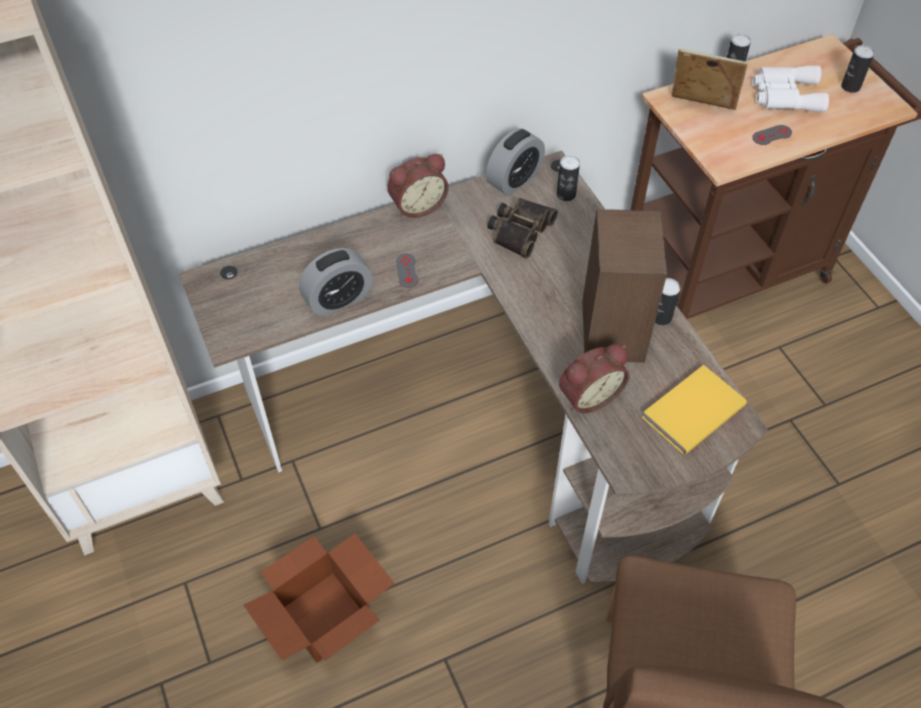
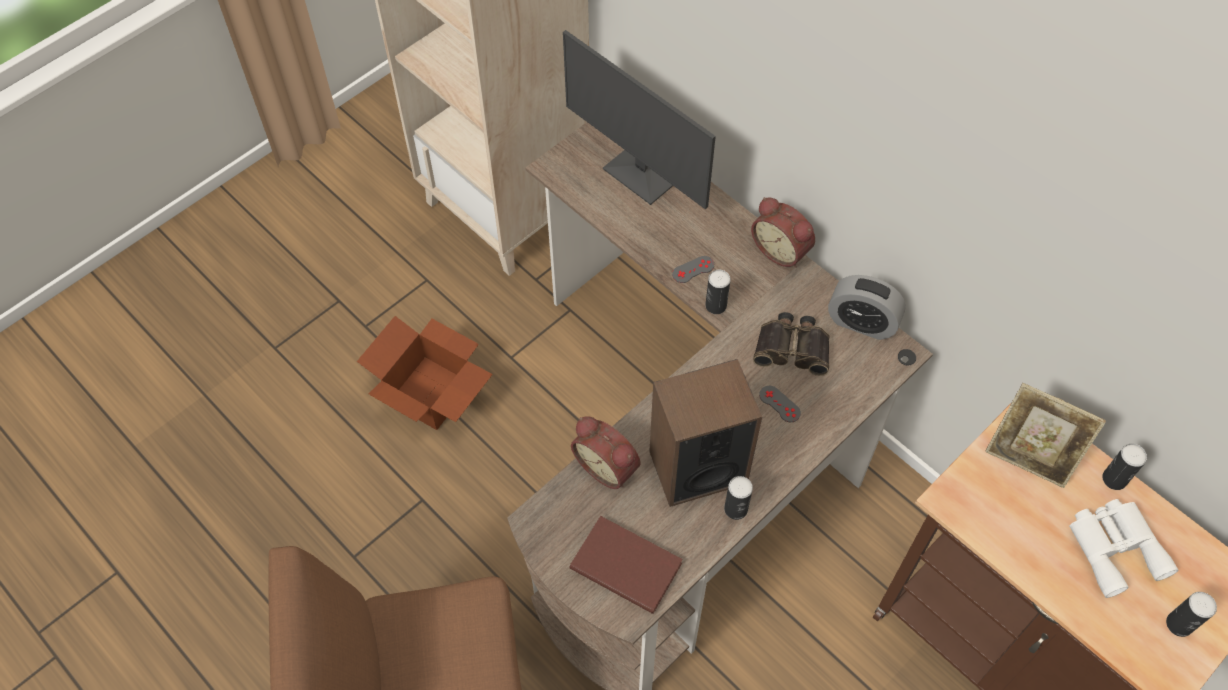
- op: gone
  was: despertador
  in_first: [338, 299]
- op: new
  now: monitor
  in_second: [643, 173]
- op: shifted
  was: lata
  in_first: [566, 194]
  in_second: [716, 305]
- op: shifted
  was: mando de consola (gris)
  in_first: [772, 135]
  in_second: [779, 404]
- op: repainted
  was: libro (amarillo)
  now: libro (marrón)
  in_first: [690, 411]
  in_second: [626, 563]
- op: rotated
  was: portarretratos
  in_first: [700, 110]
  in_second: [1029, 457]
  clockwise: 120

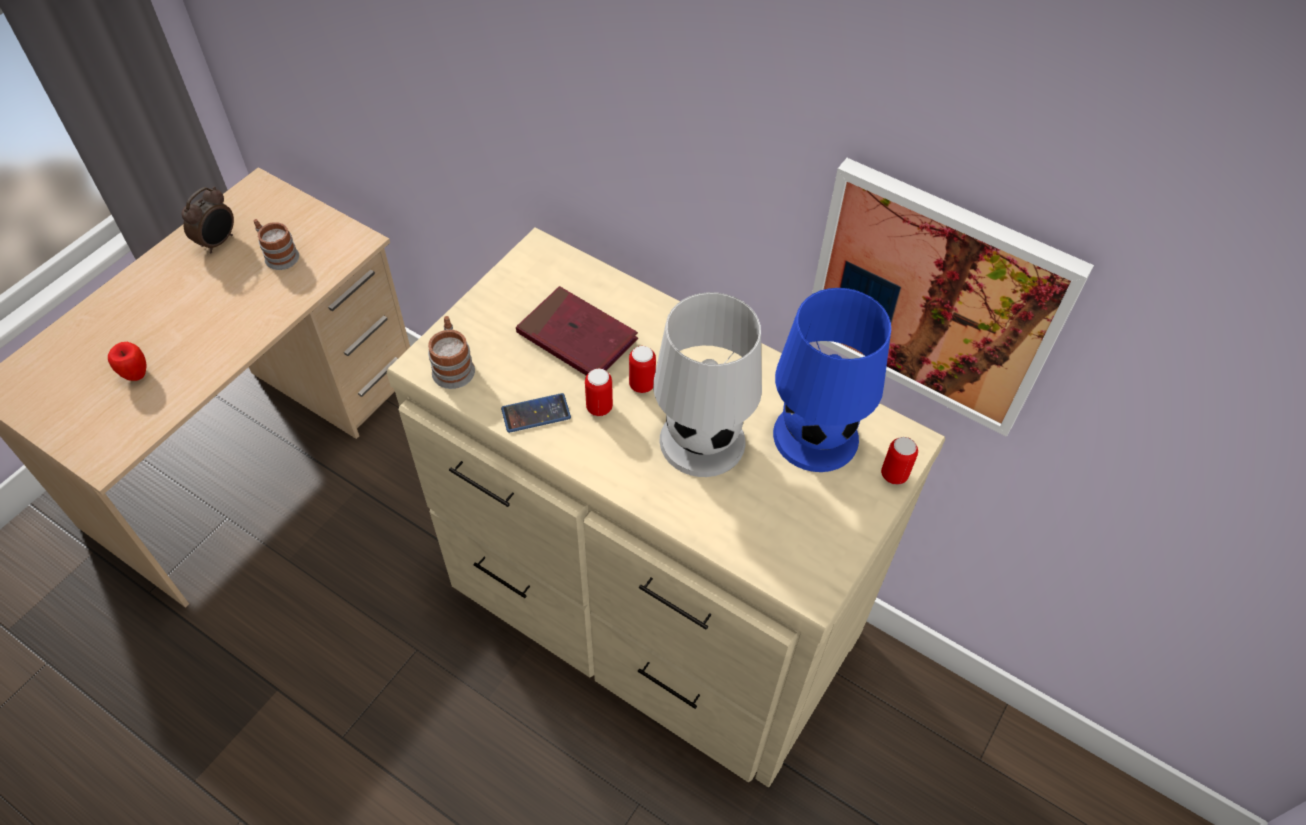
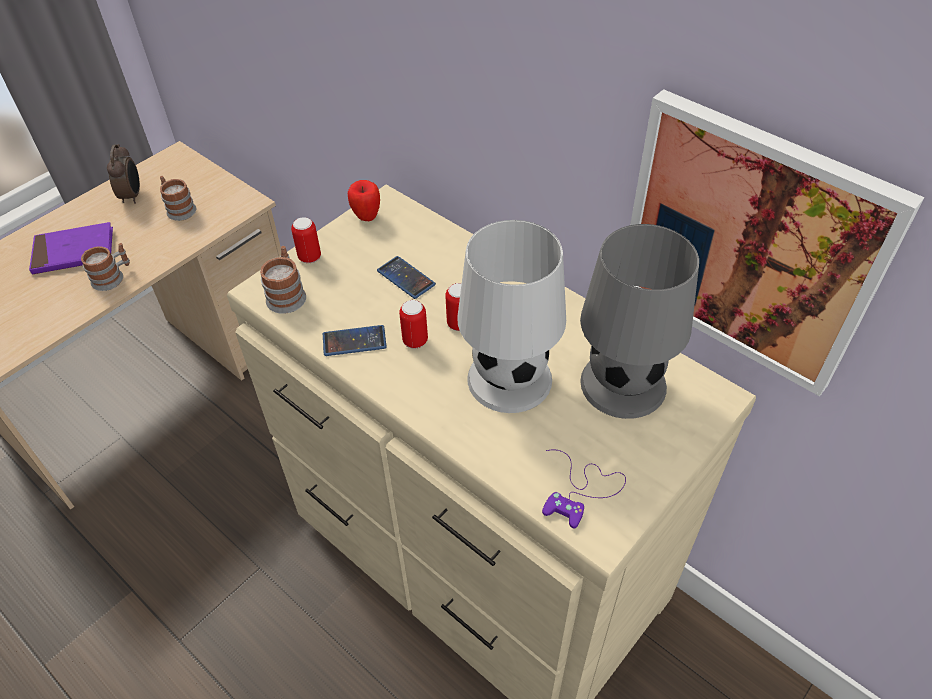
- op: new
  now: libro (morado)
  in_second: [74, 252]
- op: new
  now: taza grande
  in_second: [112, 277]
- op: new
  now: mando de consola (morado)
  in_second: [582, 490]
- op: shifted
  was: manzana
  in_first: [136, 374]
  in_second: [366, 216]
- op: shifted
  was: lata
  in_first: [894, 475]
  in_second: [309, 257]
- op: swapped
  was: libro (rojo)
  now: móvil
  in_first: [577, 337]
  in_second: [406, 278]
- op: repainted
  was: lámpara de mesa (azul)
  now: lámpara de mesa (gris)
  in_first: [815, 436]
  in_second: [622, 384]
- op: rotated
  was: despertador
  in_first: [218, 242]
  in_second: [132, 195]
  clockwise: -45

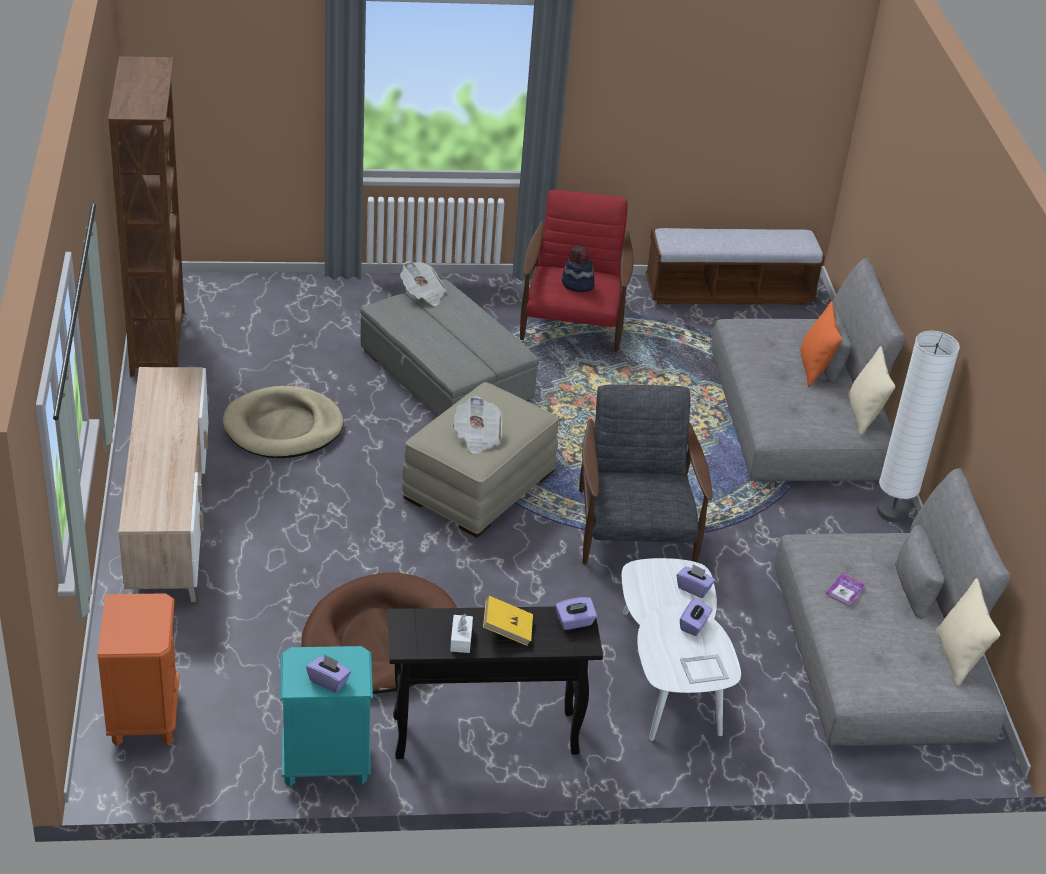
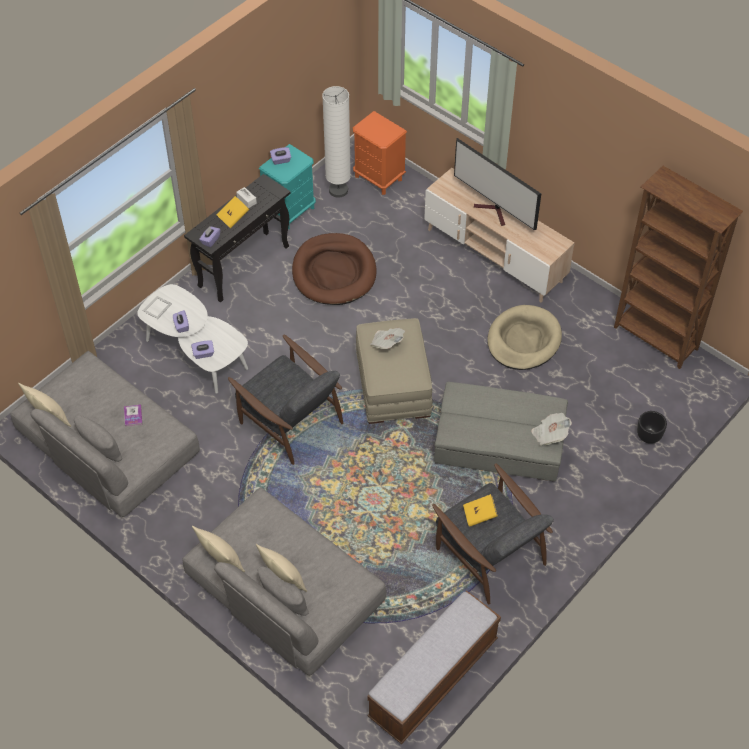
- op: new
  now: televisor
  in_second: [494, 212]
- op: new
  now: maceta (negro)
  in_second: [649, 436]
- op: shifted
  was: lámpara de pie (blanco)
  in_first: [892, 512]
  in_second: [338, 190]
- op: swapped
  was: sombrero
  now: libro (amarillo)
  in_first: [577, 284]
  in_second: [479, 515]
- op: repainted
  was: sillón (rojo)
  now: sillón (gris)
  in_first: [573, 322]
  in_second: [489, 553]
- op: repainted
  was: cojín (naranja)
  now: cojín (beis)
  in_first: [814, 368]
  in_second: [283, 579]

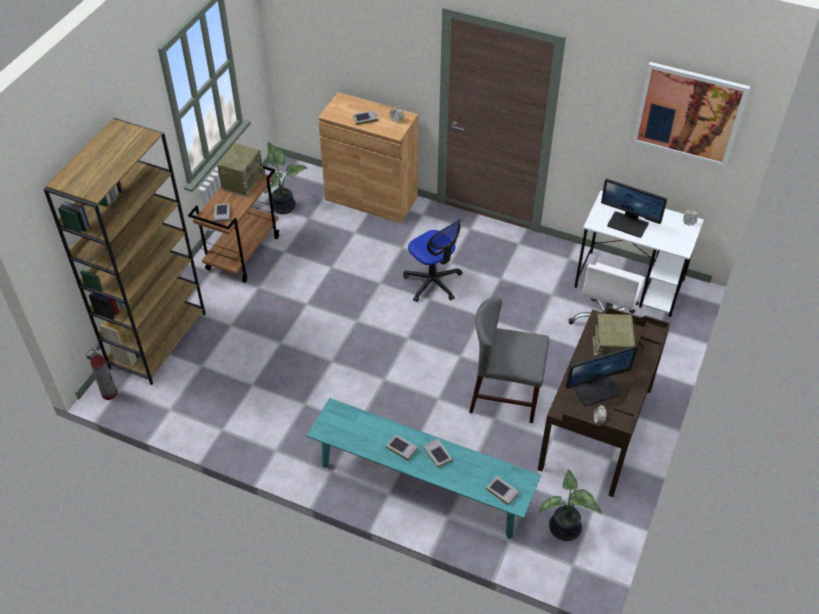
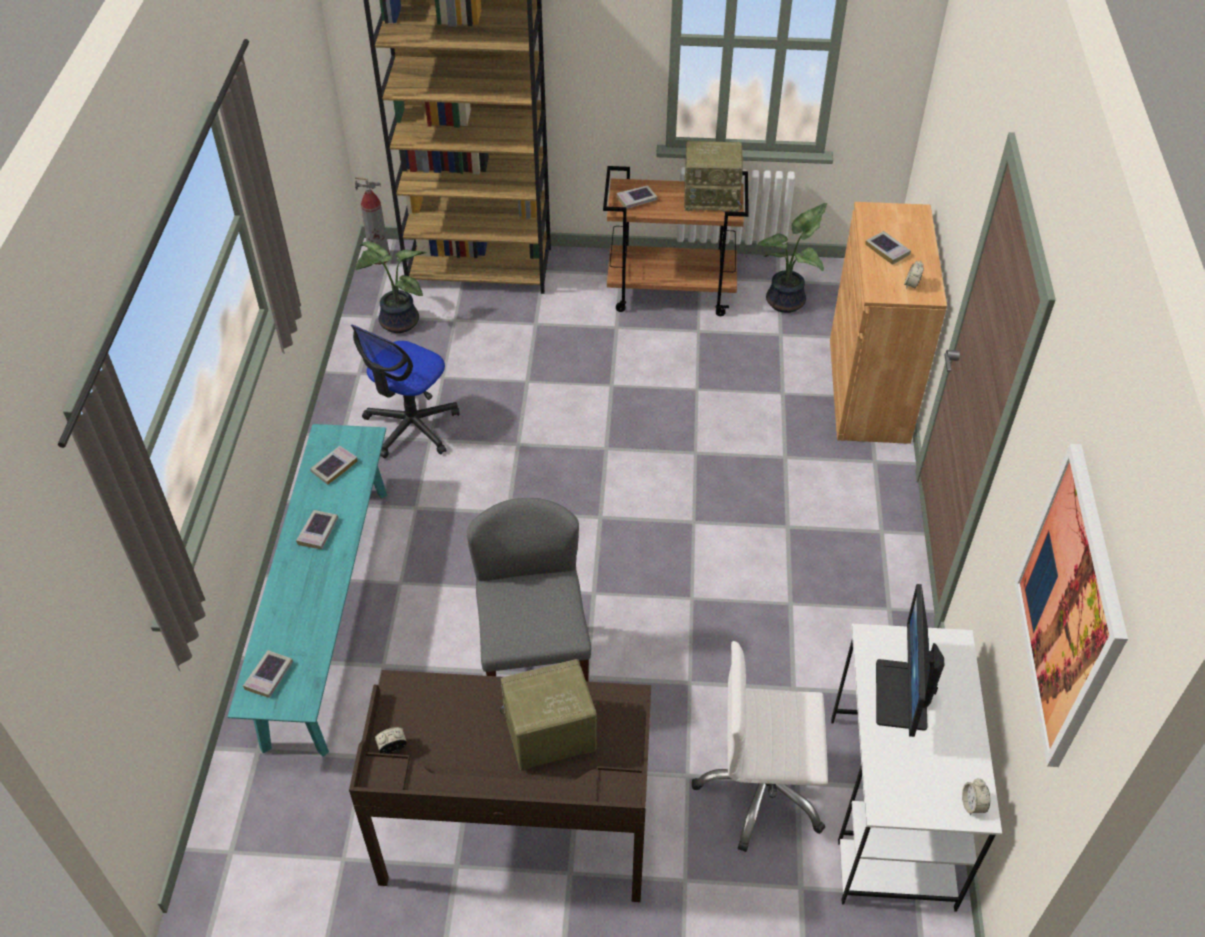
- op: gone
  was: monitor
  in_first: [596, 389]
- op: shifted
  was: silla de oficina
  in_first: [433, 282]
  in_second: [411, 427]
- op: shifted
  was: libro
  in_first: [437, 454]
  in_second: [334, 467]
- op: shifted
  was: planta en maceta
  in_first: [564, 530]
  in_second: [396, 322]

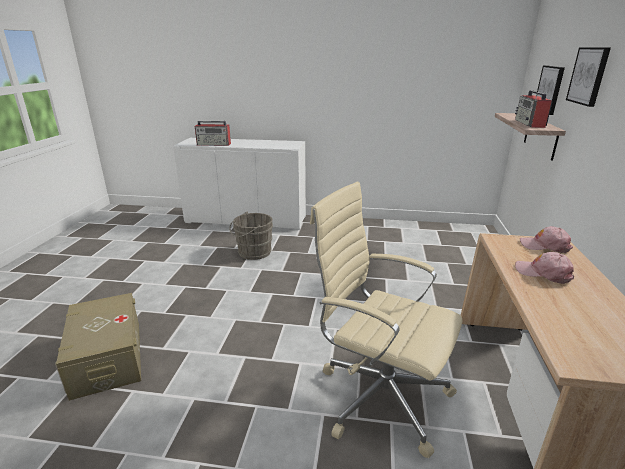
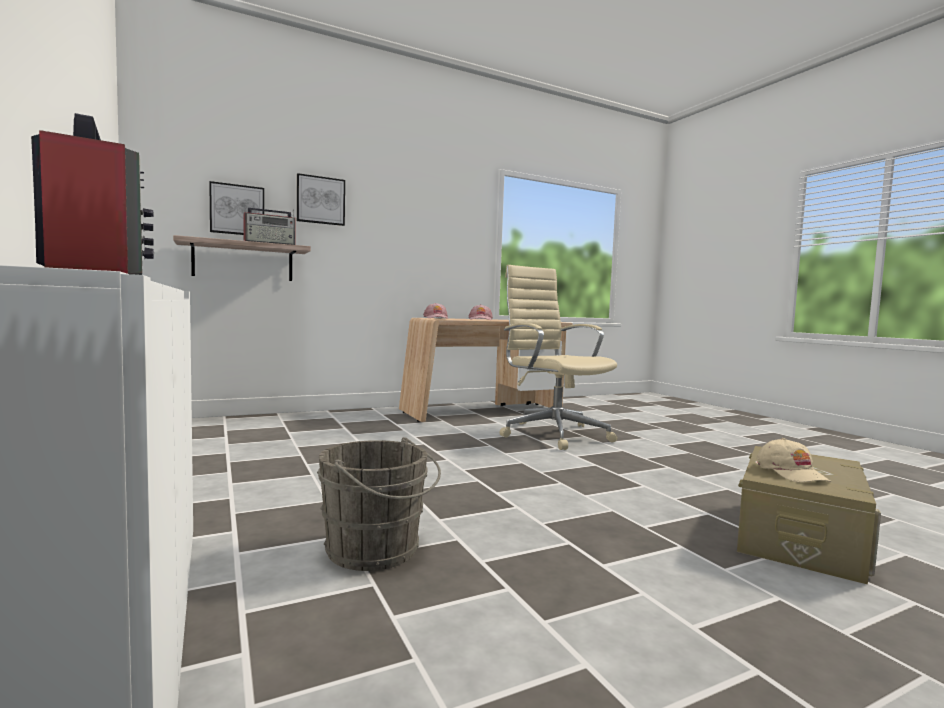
- op: new
  now: gorra (beis)
  in_second: [791, 472]
- op: rotated
  was: silla de oficina (beis)
  in_first: [380, 395]
  in_second: [553, 434]
  clockwise: 150

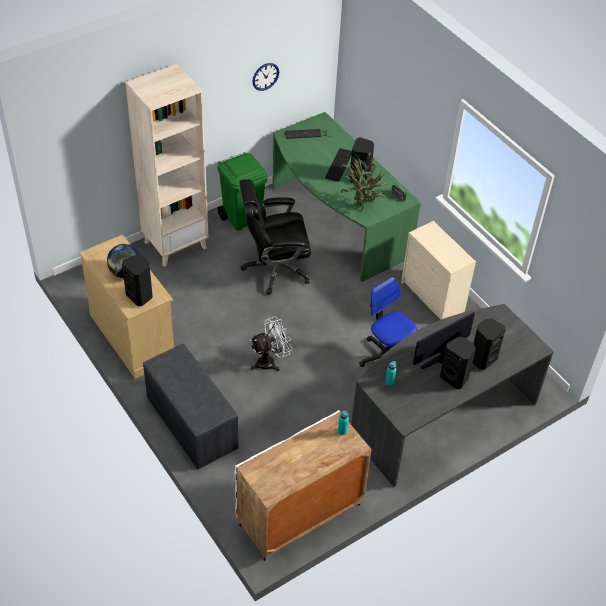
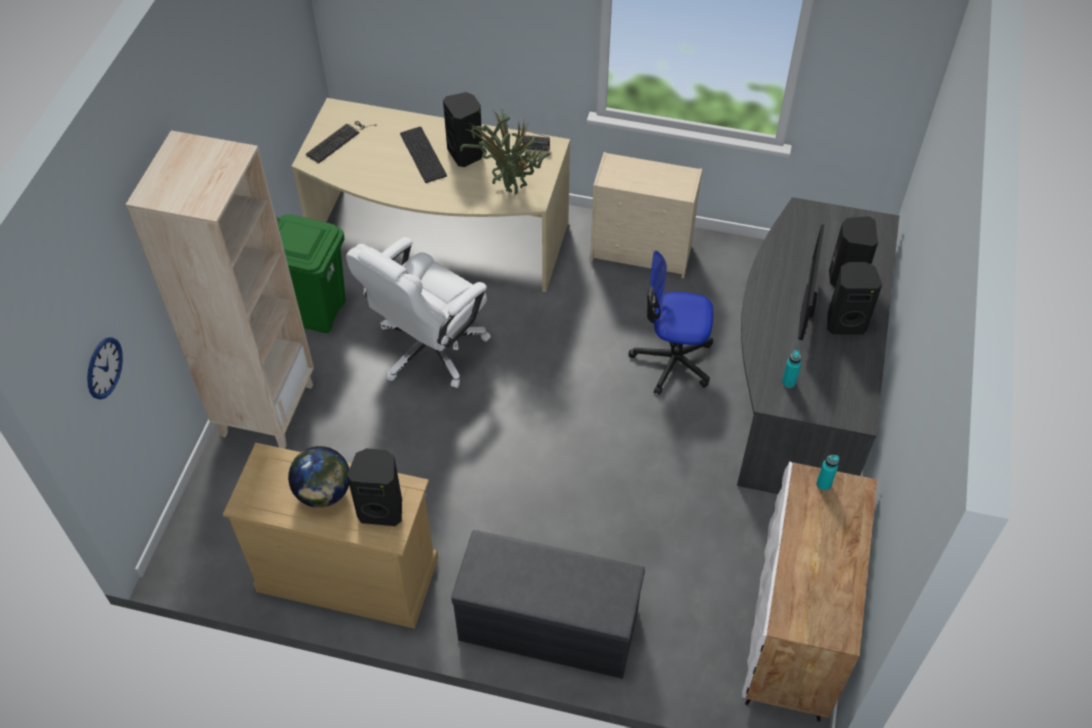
- op: gone
  was: ventilador (blanco)
  in_first: [270, 361]
- op: shifted
  was: reloj de pared
  in_first: [265, 76]
  in_second: [104, 368]
- op: repainted
  was: silla de oficina (negro)
  now: silla de oficina (blanco)
  in_first: [275, 268]
  in_second: [429, 348]
- op: repainted
  was: escritorio (verde)
  now: escritorio (beis)
  in_first: [336, 223]
  in_second: [438, 240]

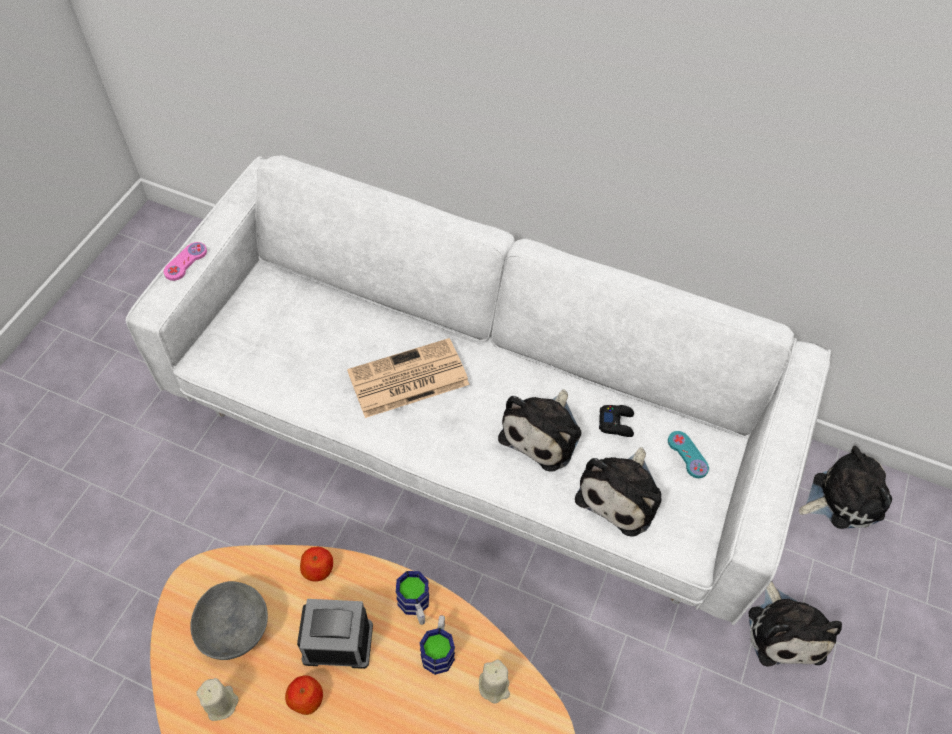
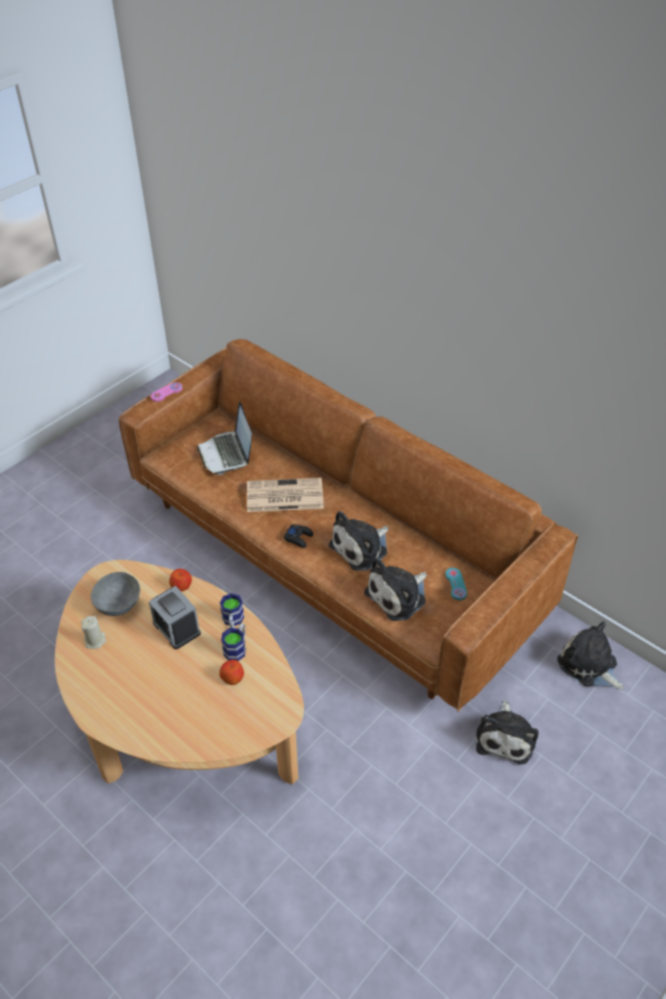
- op: gone
  was: vela (beis)
  in_first: [494, 686]
- op: new
  now: portátil
  in_second: [227, 454]
- op: shifted
  was: manzana
  in_first: [306, 698]
  in_second: [232, 677]
- op: shifted
  was: mando de consola (negro)
  in_first: [616, 423]
  in_second: [299, 538]
- op: repainted
  was: sofá (blanco)
  now: sofá (marrón)
  in_first: [473, 426]
  in_second: [333, 554]
- op: rotated
  was: despertador
  in_first: [338, 643]
  in_second: [176, 628]
  clockwise: -150
- op: rotated
  was: peluche
  in_first: [842, 498]
  in_second: [589, 665]
  clockwise: -135

